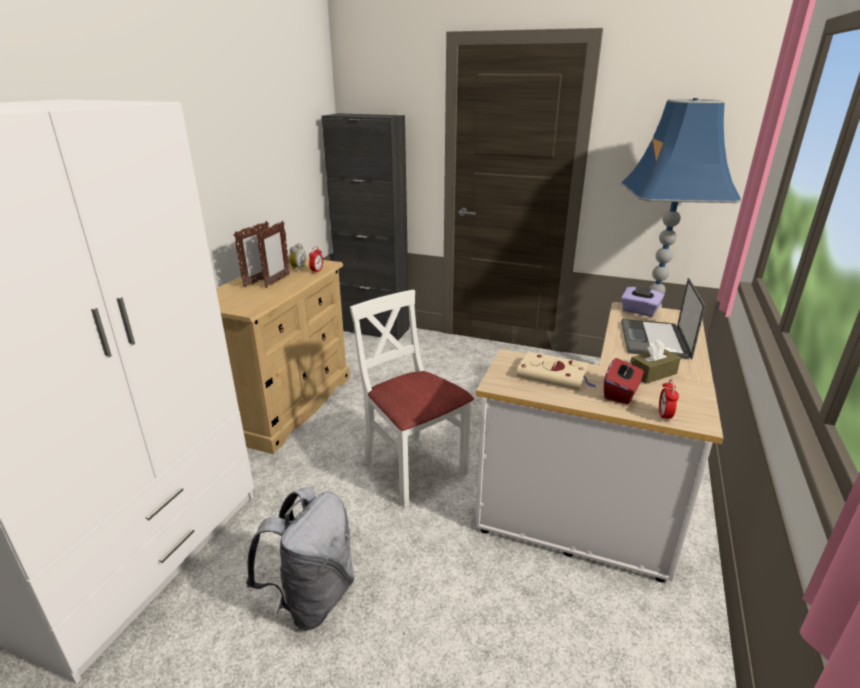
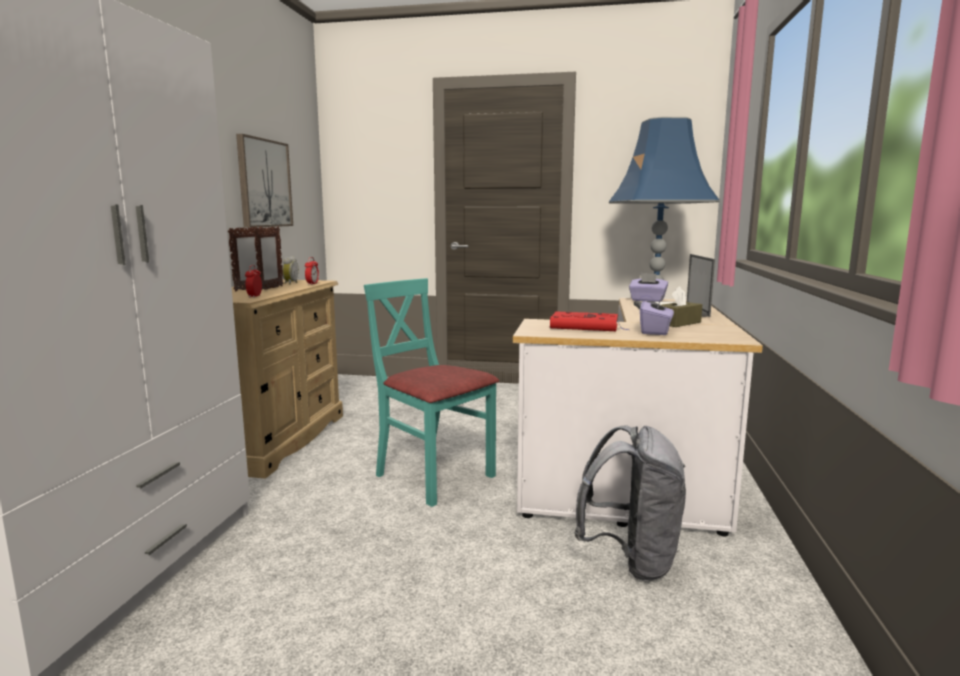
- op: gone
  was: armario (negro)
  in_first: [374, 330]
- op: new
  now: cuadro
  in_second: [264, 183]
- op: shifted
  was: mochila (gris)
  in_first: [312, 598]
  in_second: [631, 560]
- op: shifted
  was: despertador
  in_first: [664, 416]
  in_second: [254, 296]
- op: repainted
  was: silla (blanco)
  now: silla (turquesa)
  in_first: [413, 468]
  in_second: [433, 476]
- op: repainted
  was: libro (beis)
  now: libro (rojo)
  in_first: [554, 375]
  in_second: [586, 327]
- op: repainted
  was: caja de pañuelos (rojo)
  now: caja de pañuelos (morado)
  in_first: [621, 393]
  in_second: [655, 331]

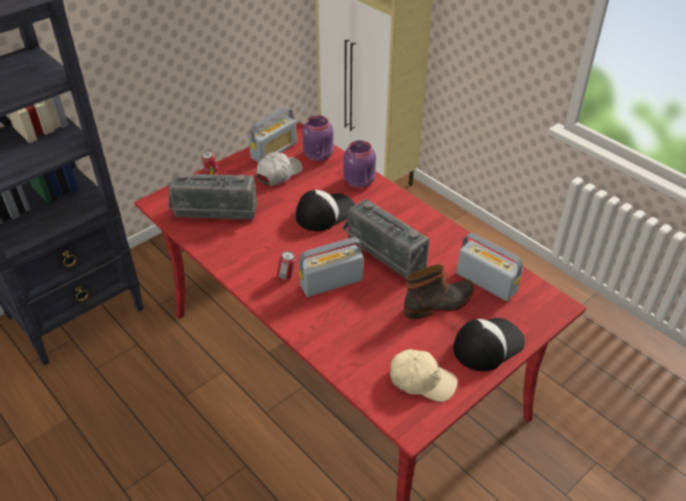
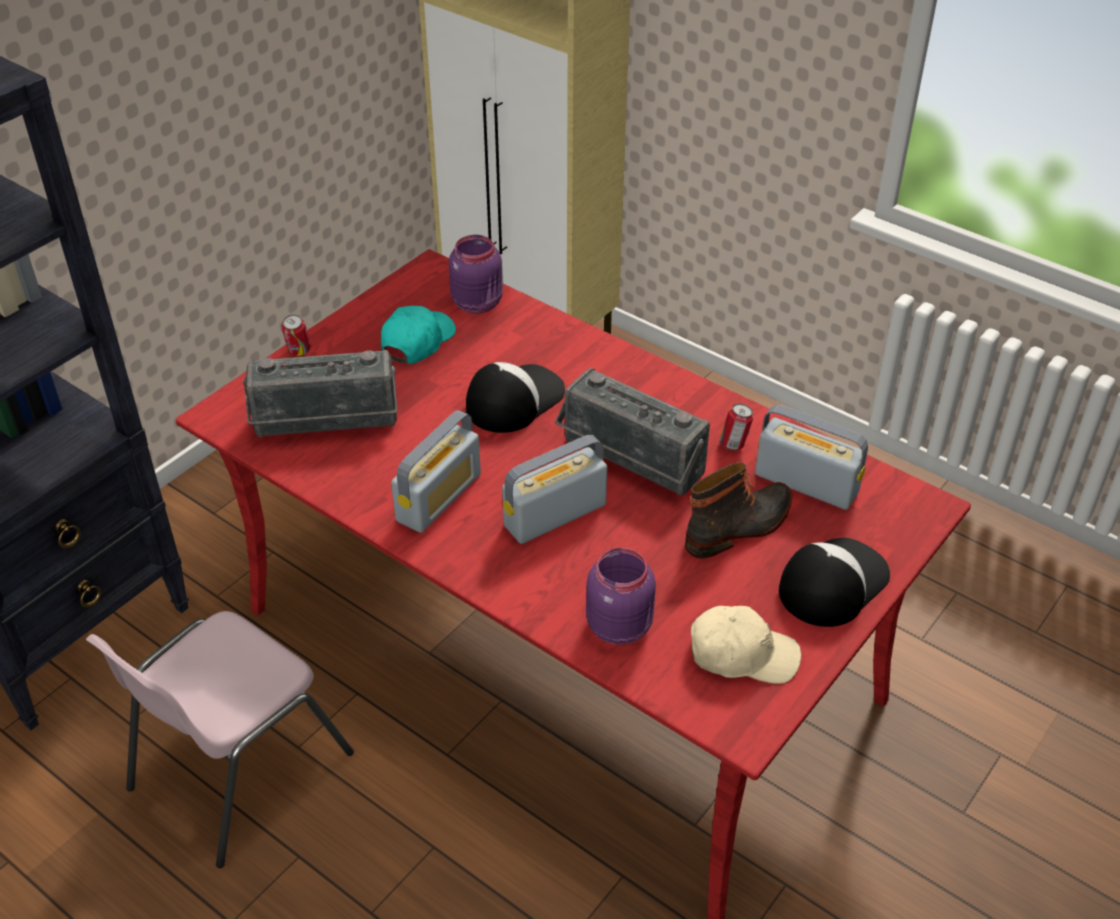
- op: new
  now: silla (rosa)
  in_second: [236, 771]
- op: shifted
  was: radio
  in_first: [274, 150]
  in_second: [439, 497]
- op: shifted
  was: lata
  in_first: [286, 276]
  in_second: [734, 445]
- op: shifted
  was: tarro (morado)
  in_first: [360, 181]
  in_second: [620, 625]
- op: repainted
  was: gorra (blanco)
  now: gorra (turquesa)
  in_first: [278, 173]
  in_second: [417, 342]

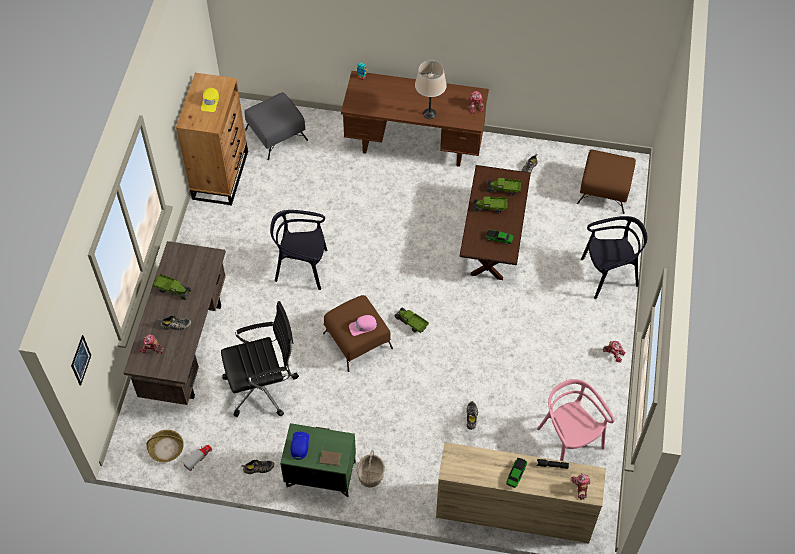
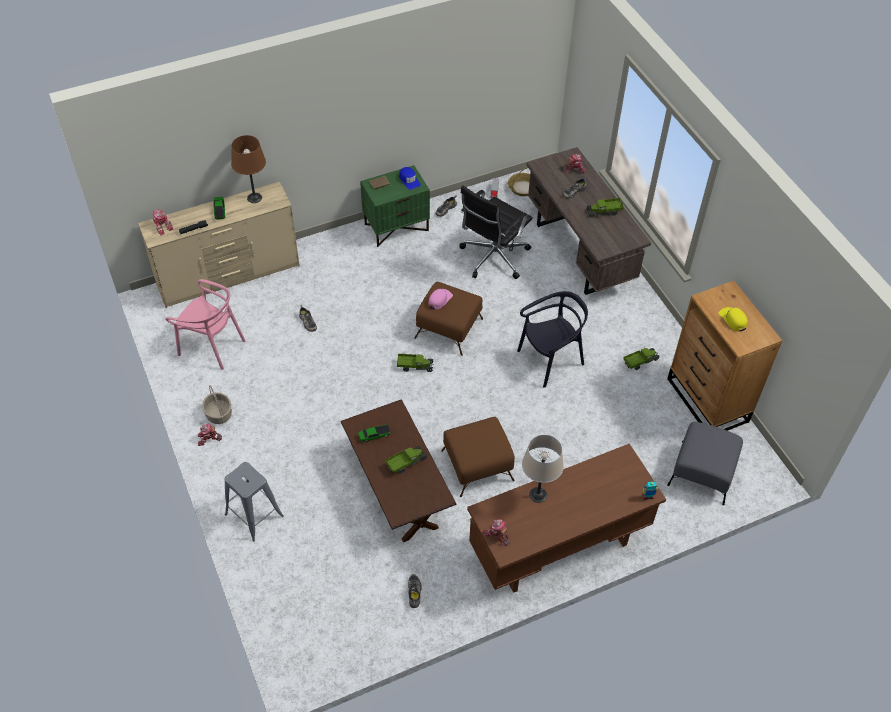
- op: gone
  was: cuadro
  in_first: [80, 360]
- op: new
  now: lámpara de mesa (marrón)
  in_second: [254, 198]
- op: shifted
  was: cesta
  in_first: [370, 475]
  in_second: [219, 414]
- op: shifted
  was: camión de juguete
  in_first: [504, 189]
  in_second: [640, 361]
- op: shifted
  was: puf (marrón)
  in_first: [605, 190]
  in_second: [476, 465]
- op: swapped
  was: silla (negro)
  now: taburete (gris)
  in_first: [609, 274]
  in_second: [254, 515]

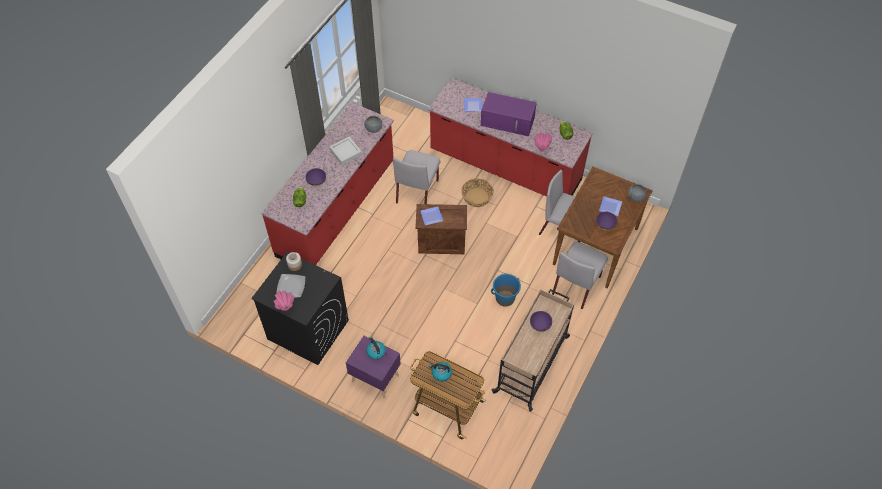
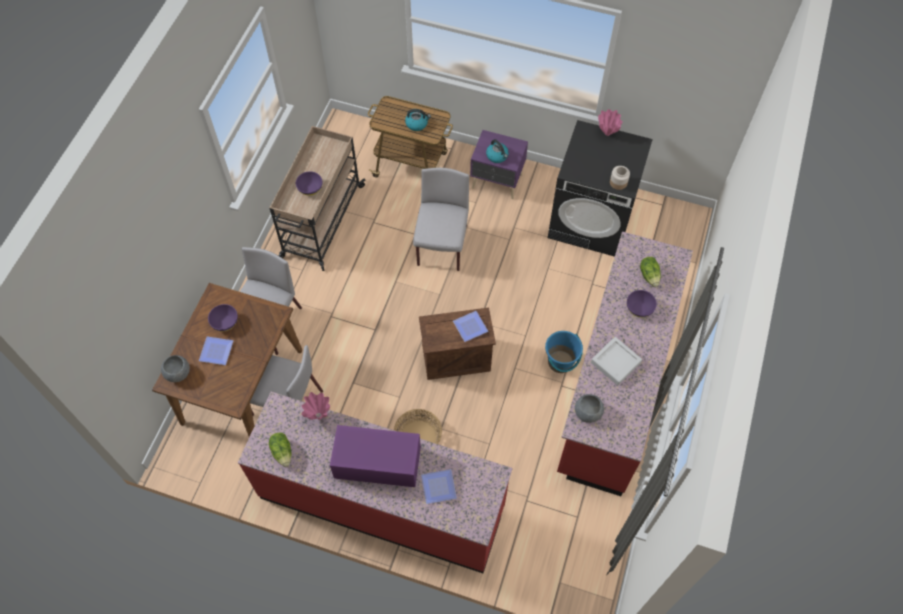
- op: gone
  was: plato
  in_first: [291, 287]
- op: shifted
  was: silla (gris)
  in_first: [417, 191]
  in_second: [442, 246]
- op: shifted
  was: cubo (azul)
  in_first: [505, 298]
  in_second: [560, 362]

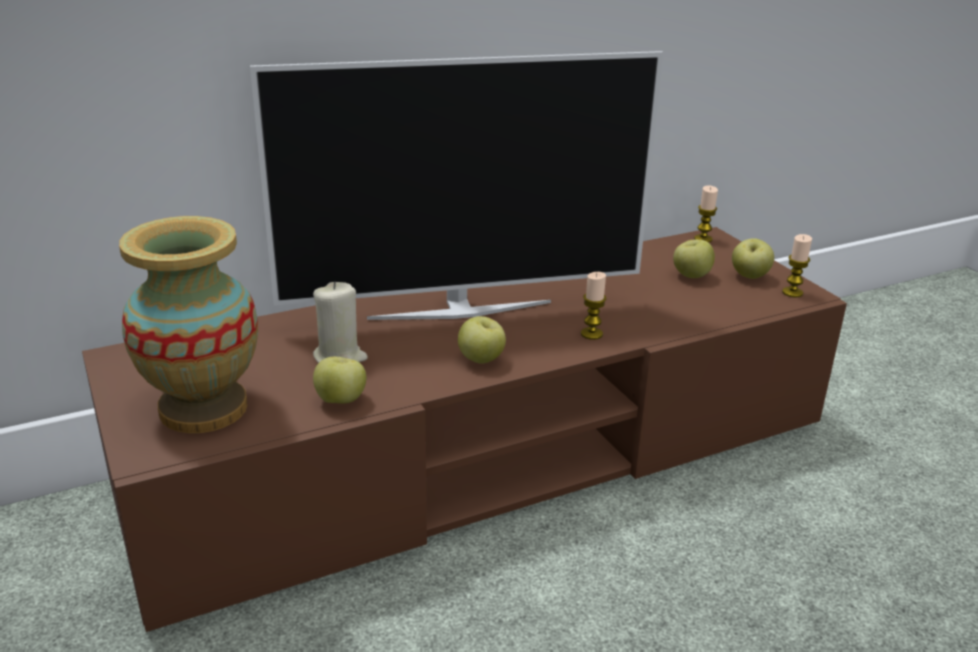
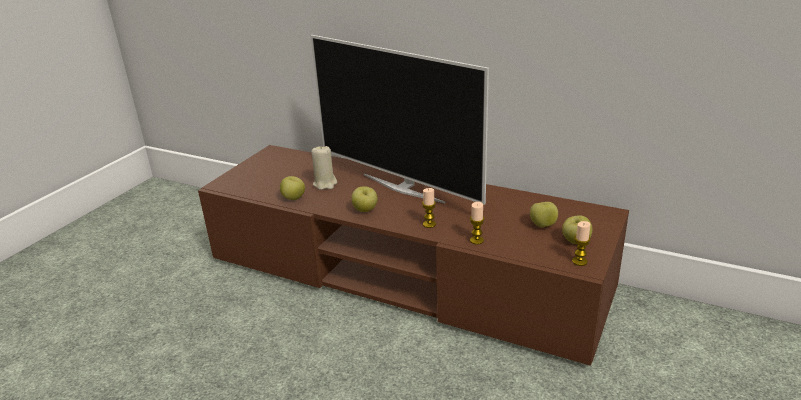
- op: gone
  was: florero
  in_first: [204, 409]
- op: shifted
  was: vela
  in_first: [703, 239]
  in_second: [476, 240]

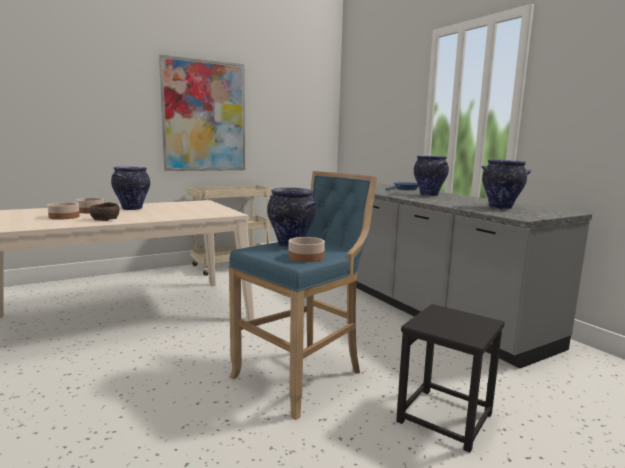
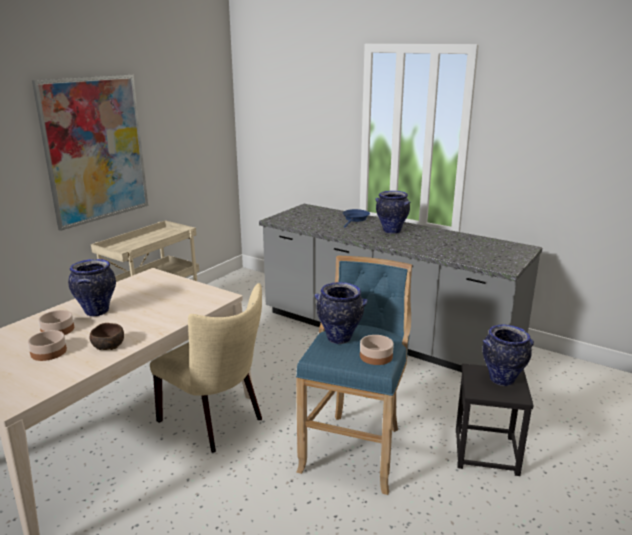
- op: new
  now: silla (beis)
  in_second: [216, 421]
- op: shifted
  was: florero
  in_first: [501, 208]
  in_second: [502, 379]

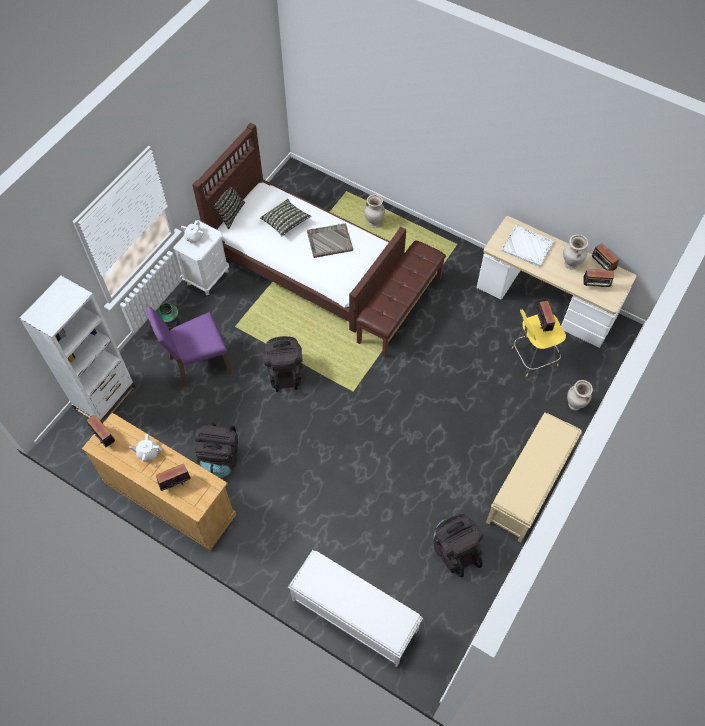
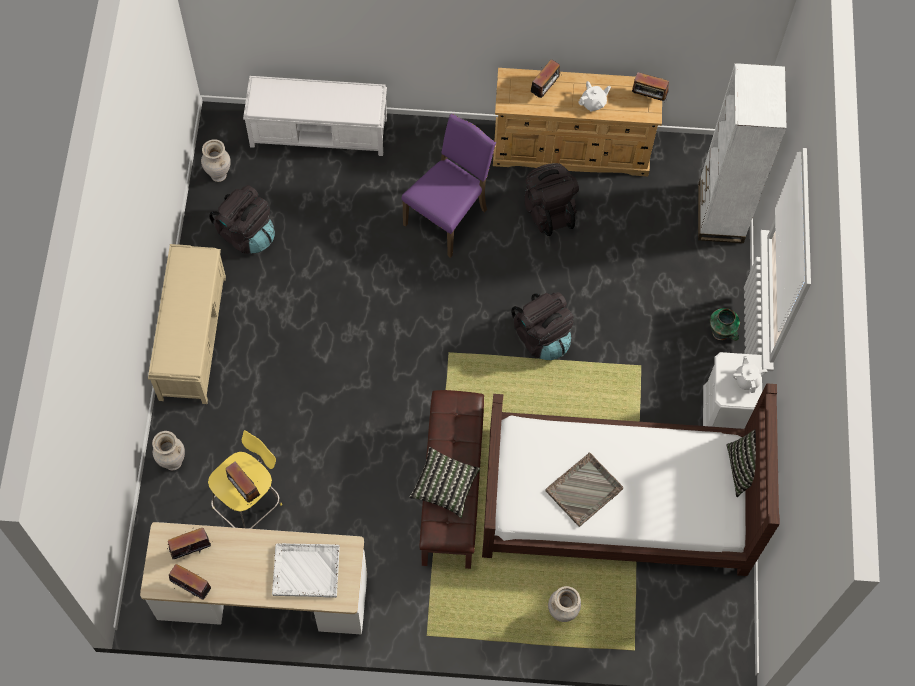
- op: shifted
  was: silla (morado)
  in_first: [197, 364]
  in_second: [448, 217]
- op: shifted
  was: cojín
  in_first: [285, 222]
  in_second: [445, 486]
- op: shifted
  was: florero (beis)
  in_first: [570, 265]
  in_second: [219, 175]

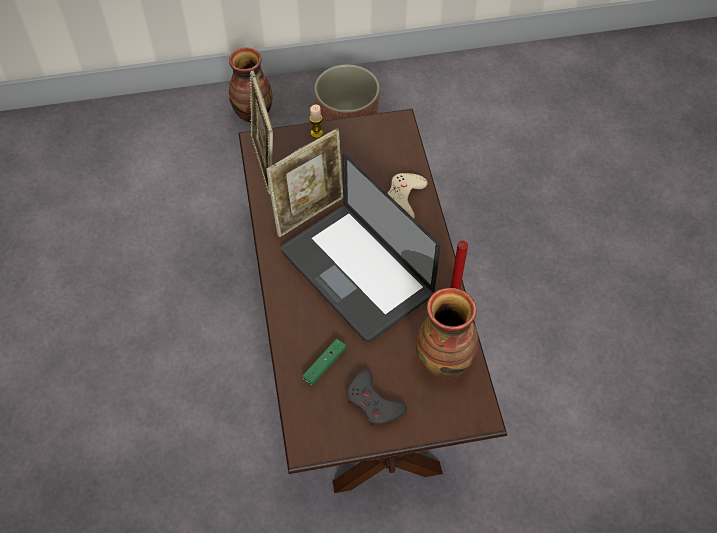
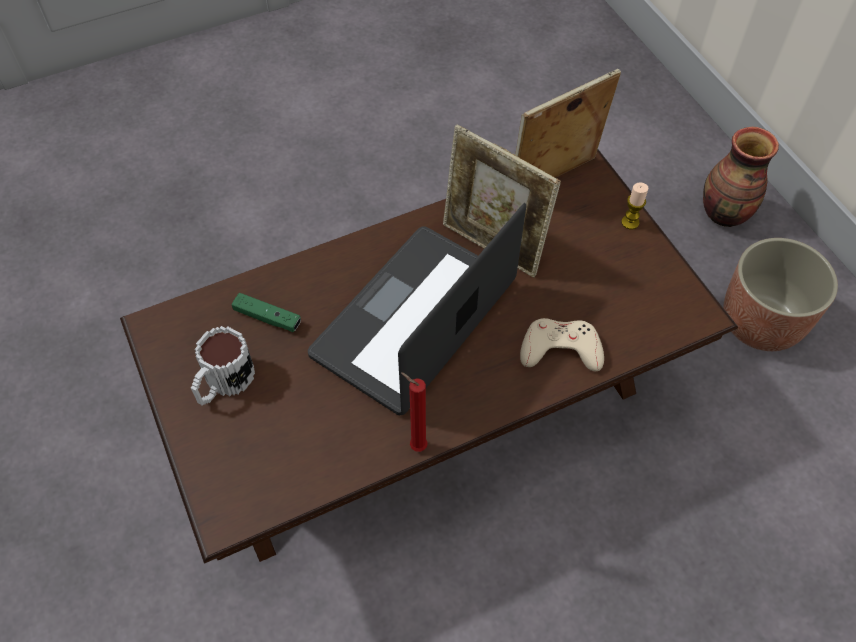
- op: gone
  was: florero
  in_first: [445, 360]
- op: swapped
  was: mando de consola (gris)
  now: taza grande
  in_first: [373, 402]
  in_second: [223, 383]

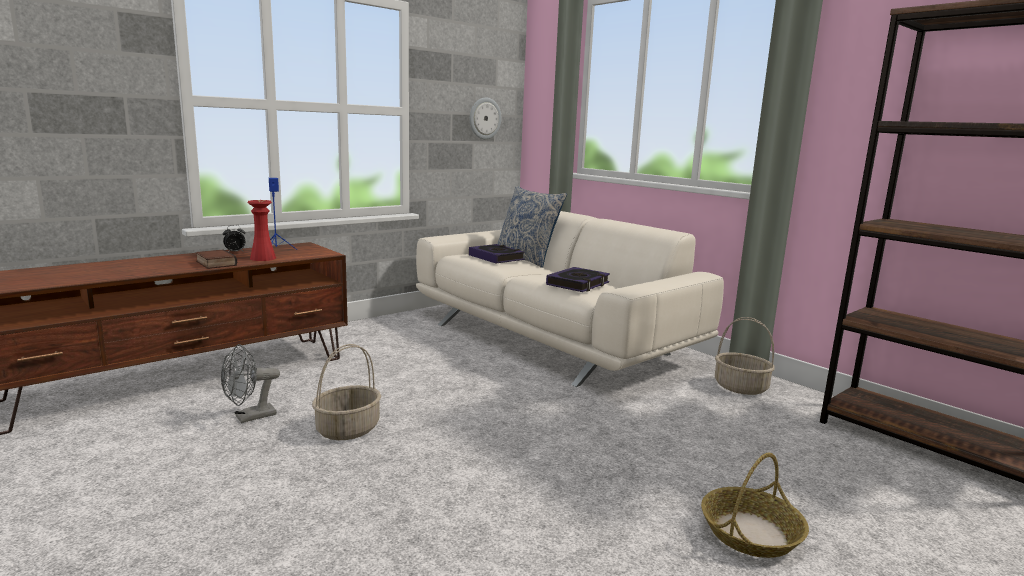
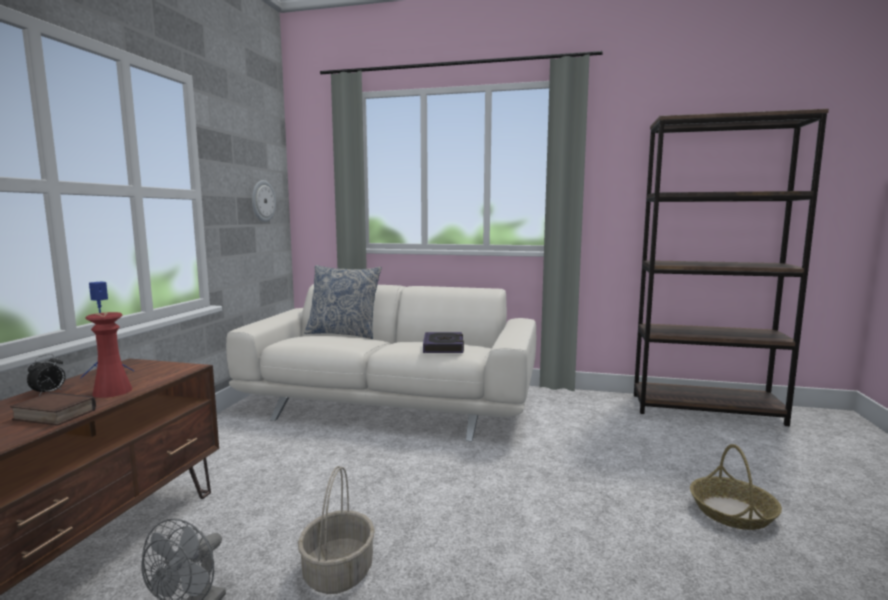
- op: gone
  was: libro
  in_first: [496, 258]
- op: gone
  was: cesta
  in_first: [741, 387]

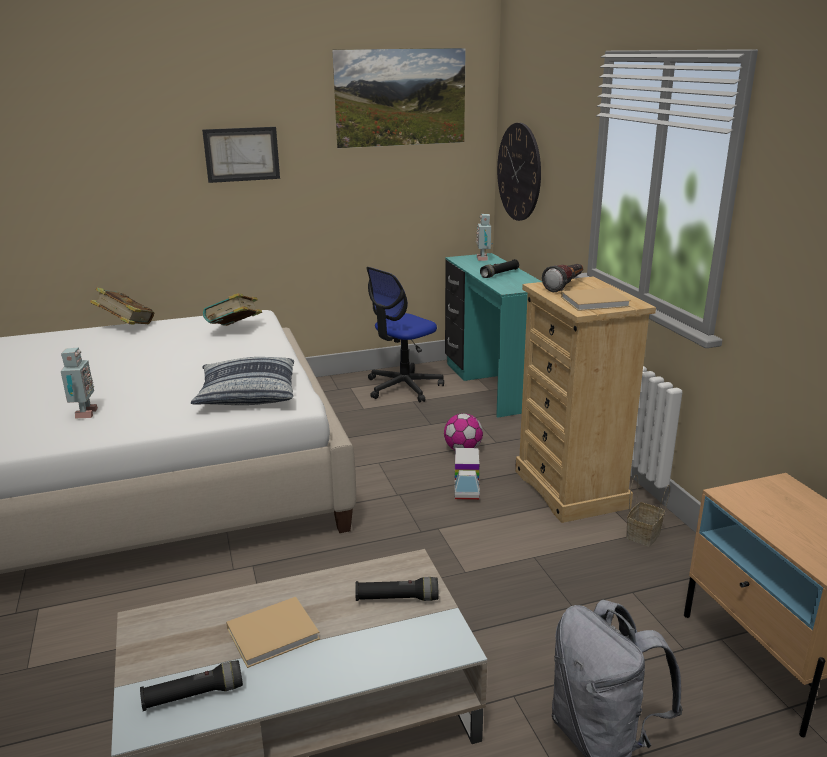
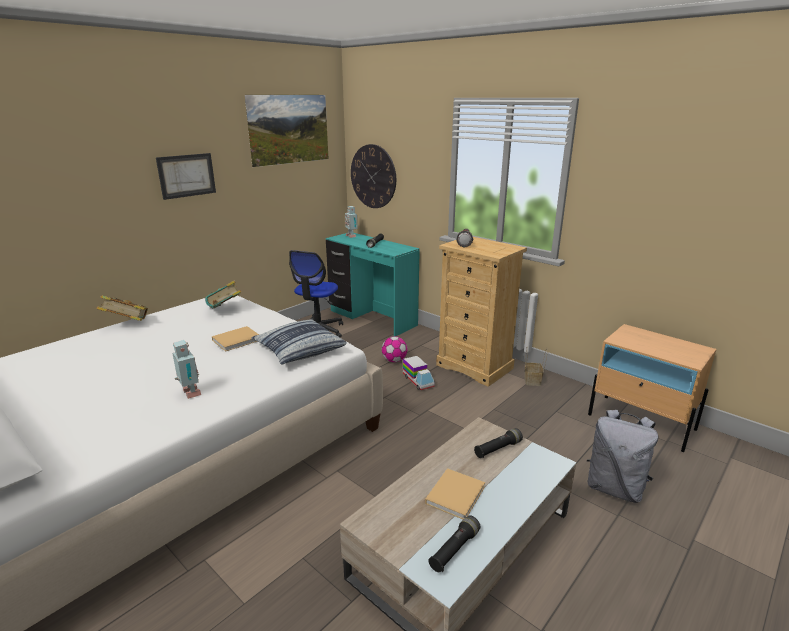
- op: shifted
  was: libro (beis)
  in_first: [596, 302]
  in_second: [238, 340]

